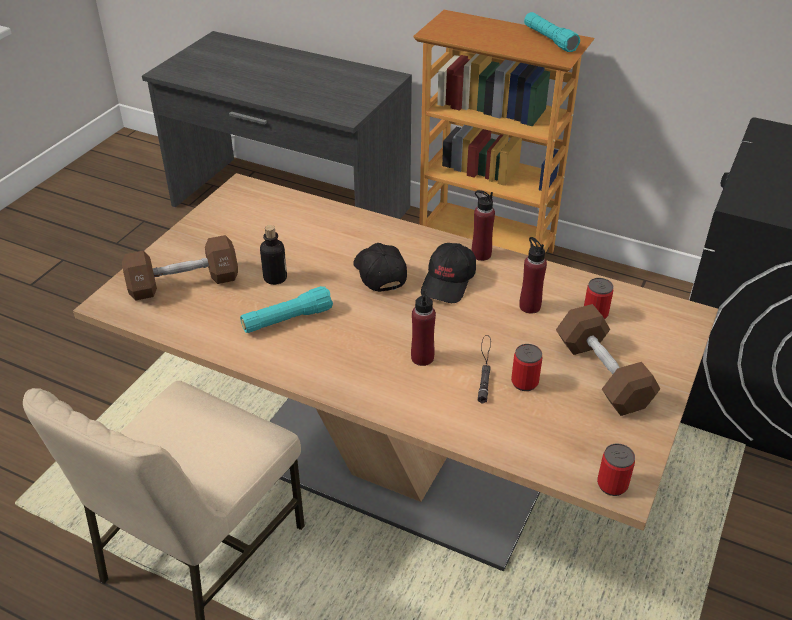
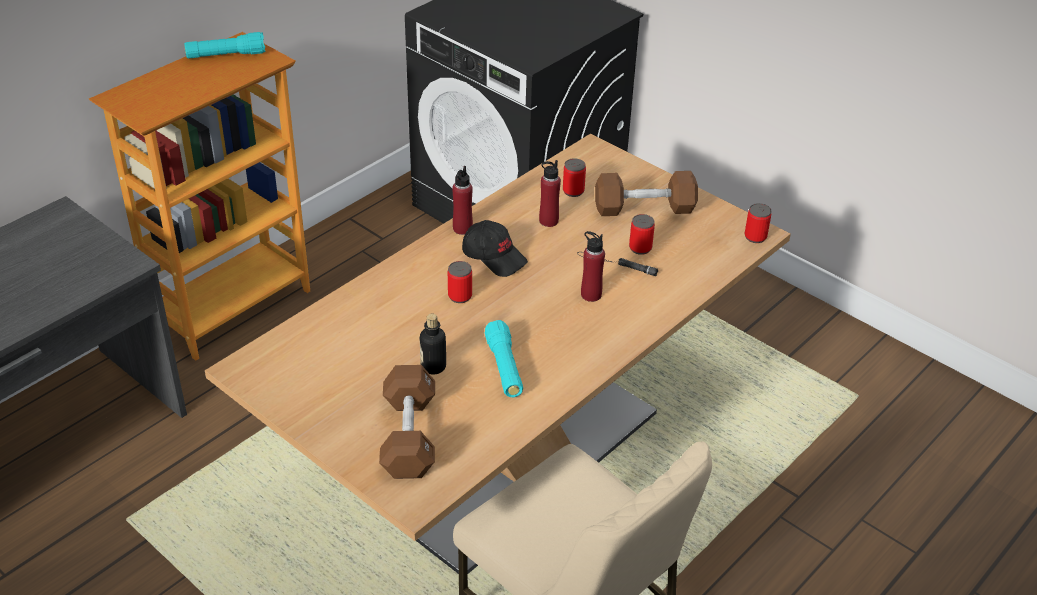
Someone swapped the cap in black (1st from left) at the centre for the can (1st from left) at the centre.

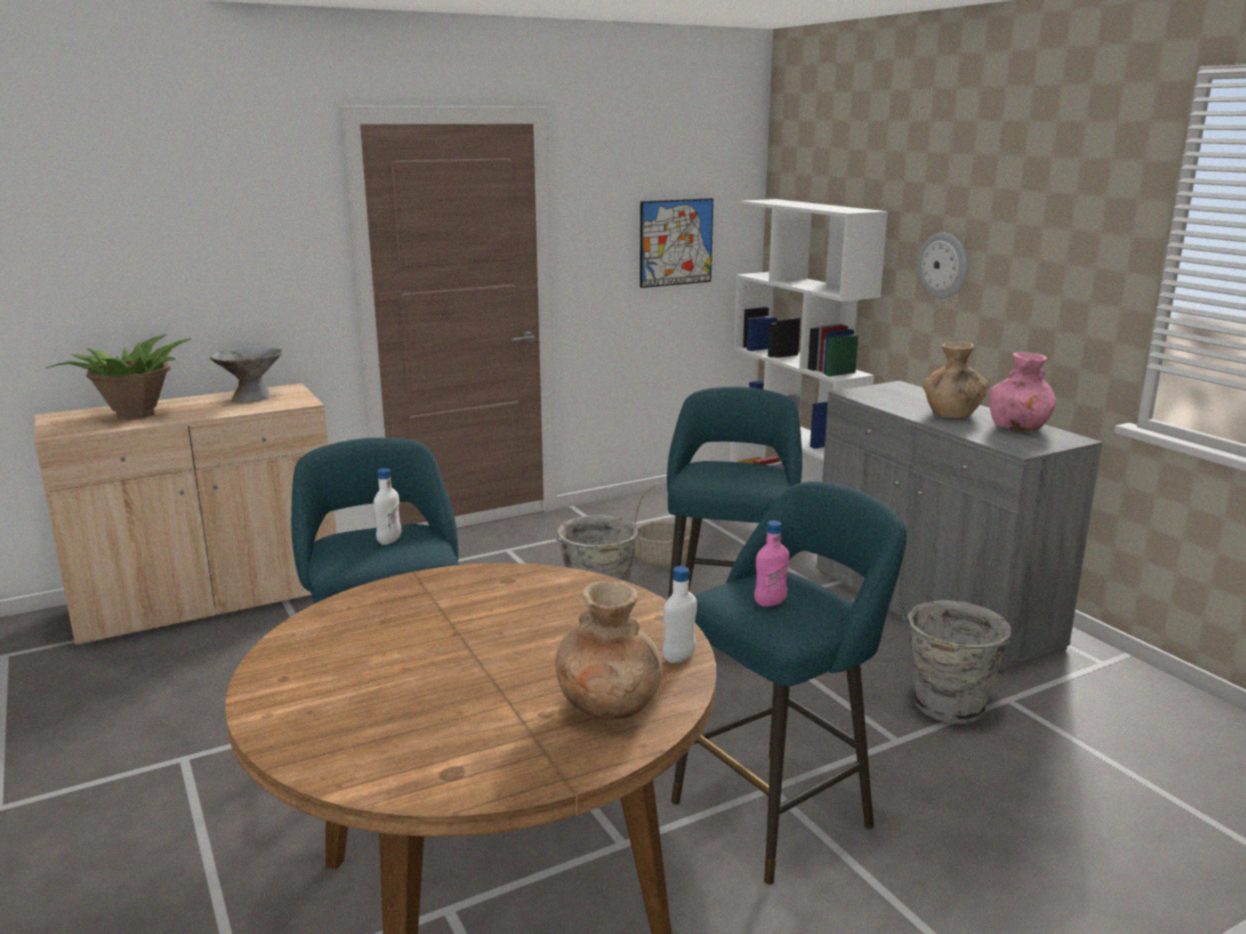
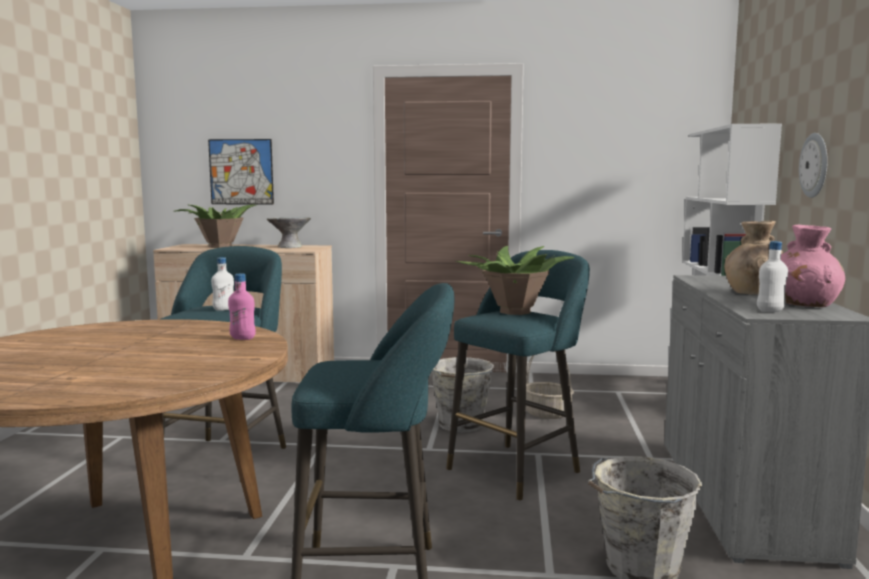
Someone carried the picture from the top centre to the top left.
Someone carried the bottle in pink from the centre to the middle left.
Someone put down the potted plant (2nd from left) at the centre.
Someone carried the bottle in white (2nd from left) from the centre to the middle right.
Someone took away the vase in brown (1st from left) at the bottom centre.

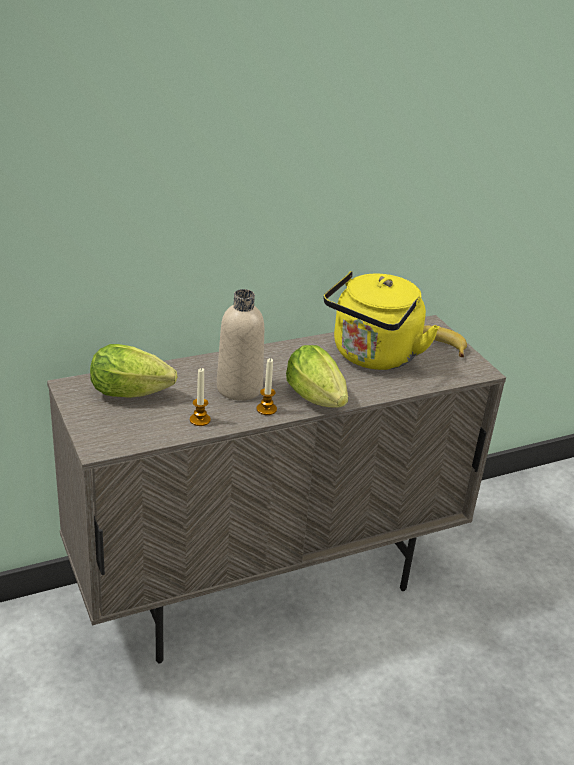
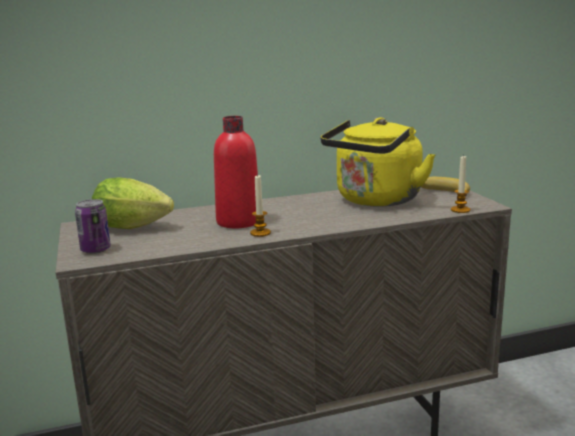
Someone put down the can at the middle left.
Someone repainted the bottle in beige at the centre, which became the bottle in red at the centre.
Someone carried the candle (1st from left in the first image) from the centre to the middle right.
Someone took away the lettuce (2nd from left) at the centre.

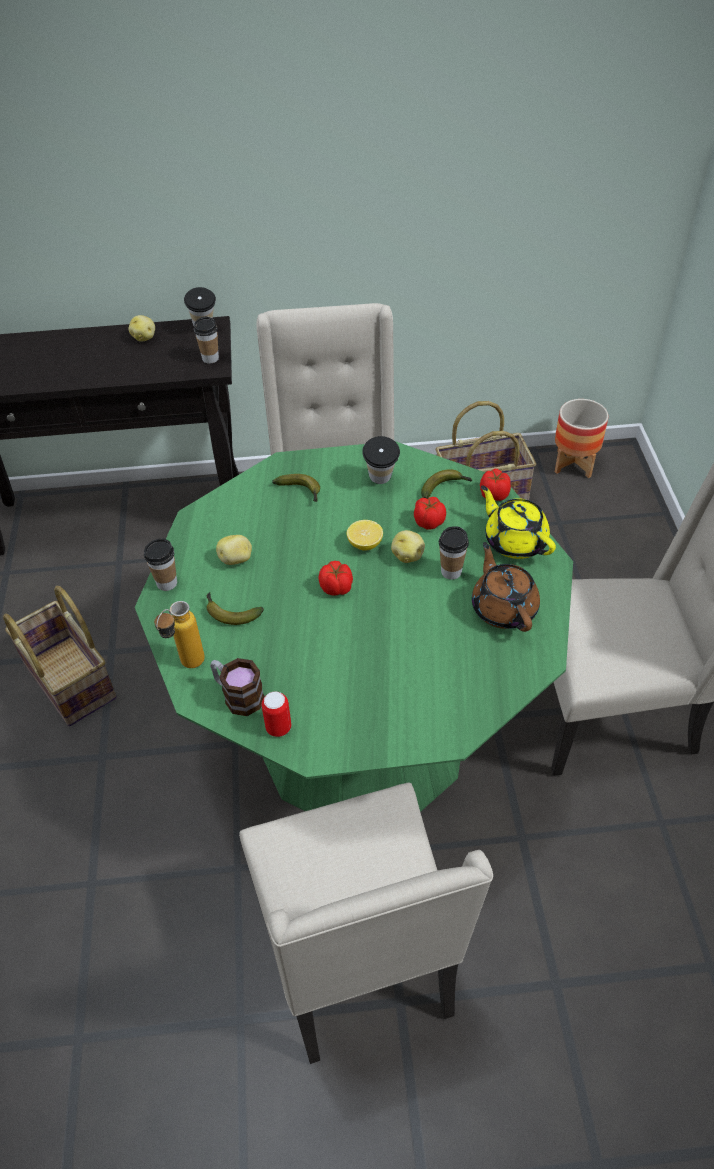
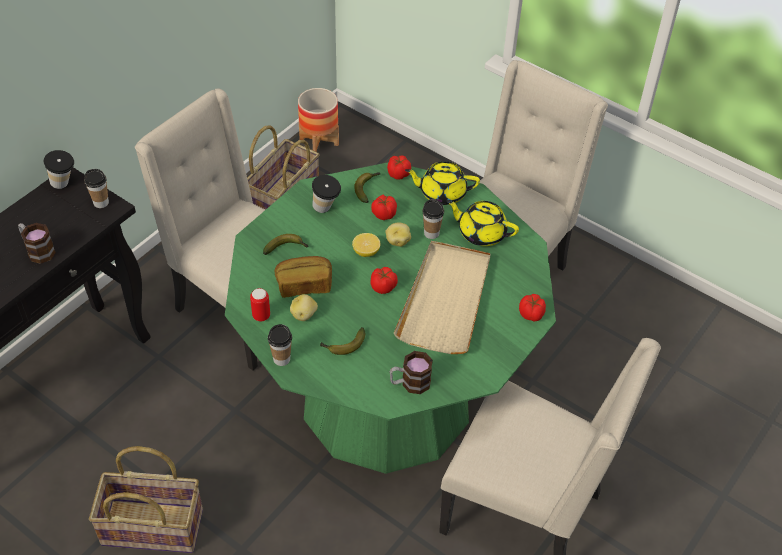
Someone put down the mug (1st from left) at the middle left.
Someone carried the can from the centre to the middle left.
Someone put down the bread at the centre.
Someone put down the tray in beige at the centre.
Someone repainted the teapot in brown at the middle right, which became the teapot in yellow (2nd from left) at the centre.
Someone put down the tomato (4th from left) at the middle right.
Someone took away the potato (1st from left) at the top left.
Someone took away the bottle at the middle left.

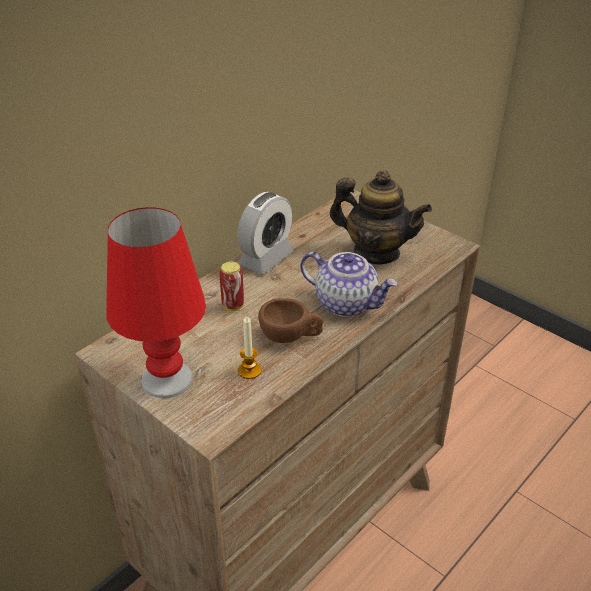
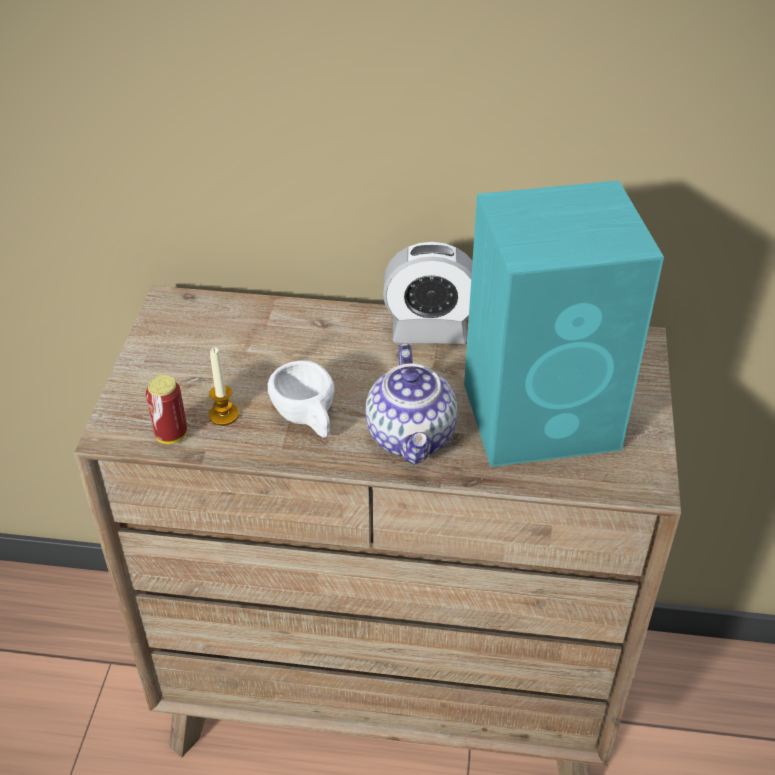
Someone carried the can from the centre to the middle left.
Someone repainted the cup in brown at the centre, which became the cup in white at the centre.
Someone swapped the teapot (2nd from left) at the centre for the speaker in turquoise at the middle right.
Someone took away the table lamp in red at the middle left.

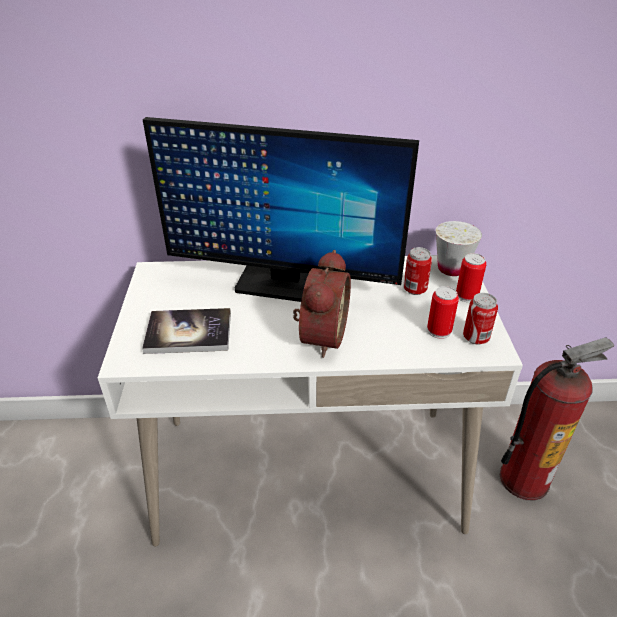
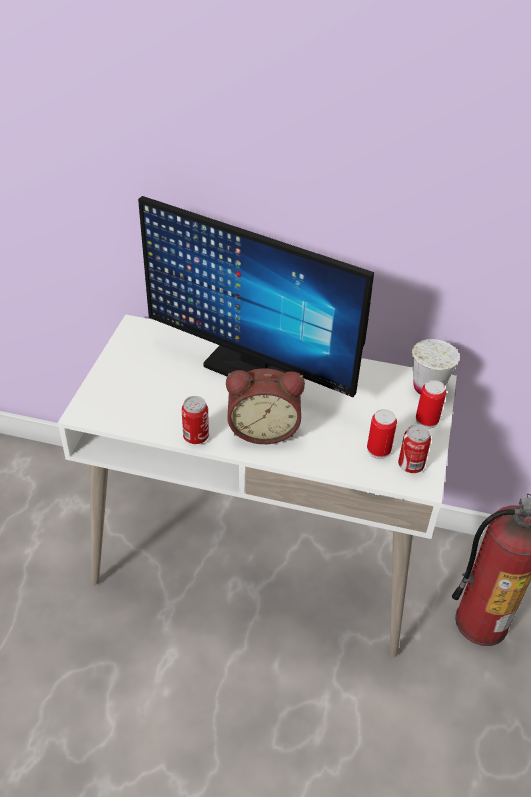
Someone carried the can (1st from left) from the middle right to the centre.
Someone rotated the alarm clock at the centre by 60 degrees clockwise.
Someone took away the book at the middle left.

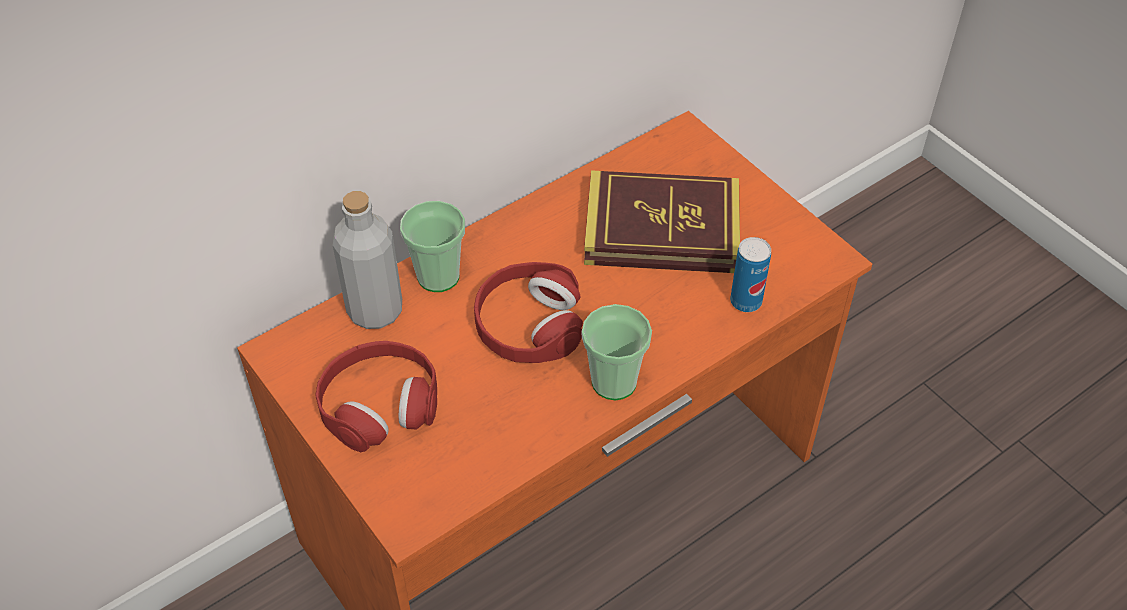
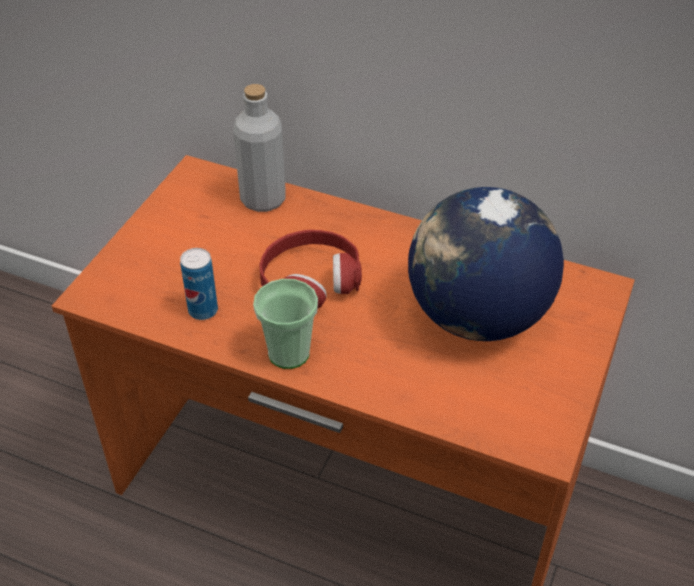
Someone carried the can from the centre to the middle left.
Someone swapped the book at the centre for the globe at the middle right.
Someone took away the headphones in red (1st from left) at the centre.
Someone took away the cup (1st from left) at the centre.

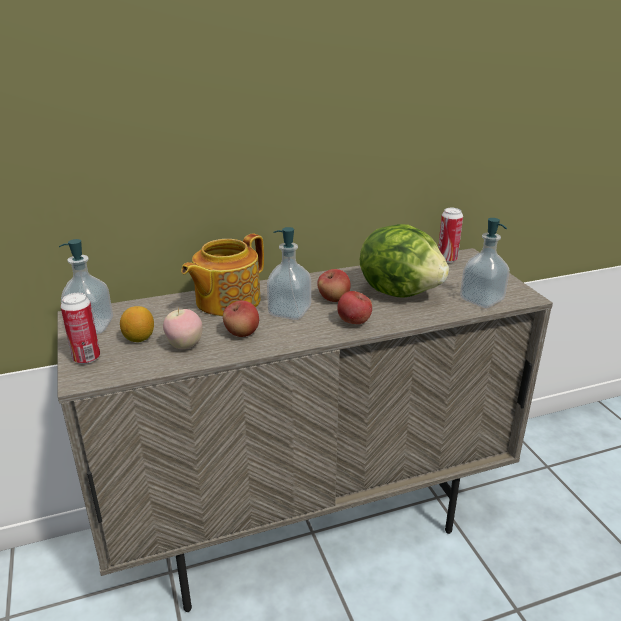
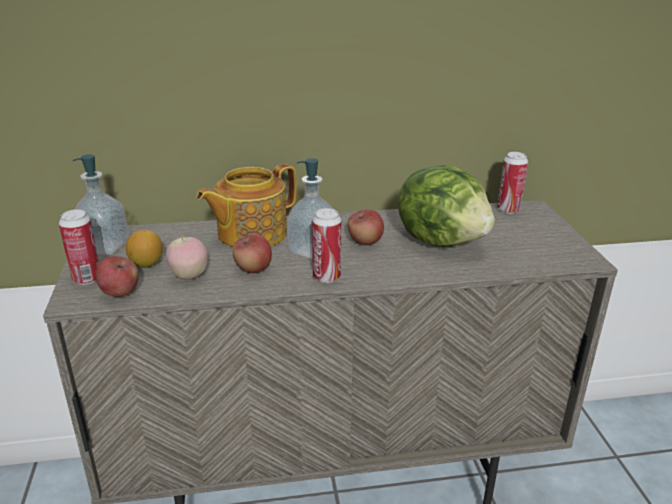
Someone carried the apple (4th from left in the first image) from the centre to the middle left.
Someone put down the can (2nd from left) at the centre.
Someone took away the soap dispenser (3rd from left) at the middle right.

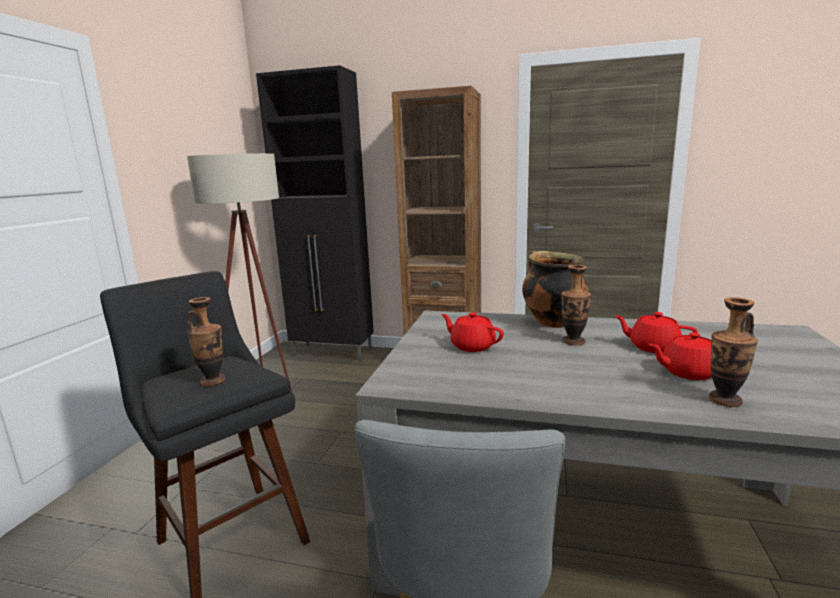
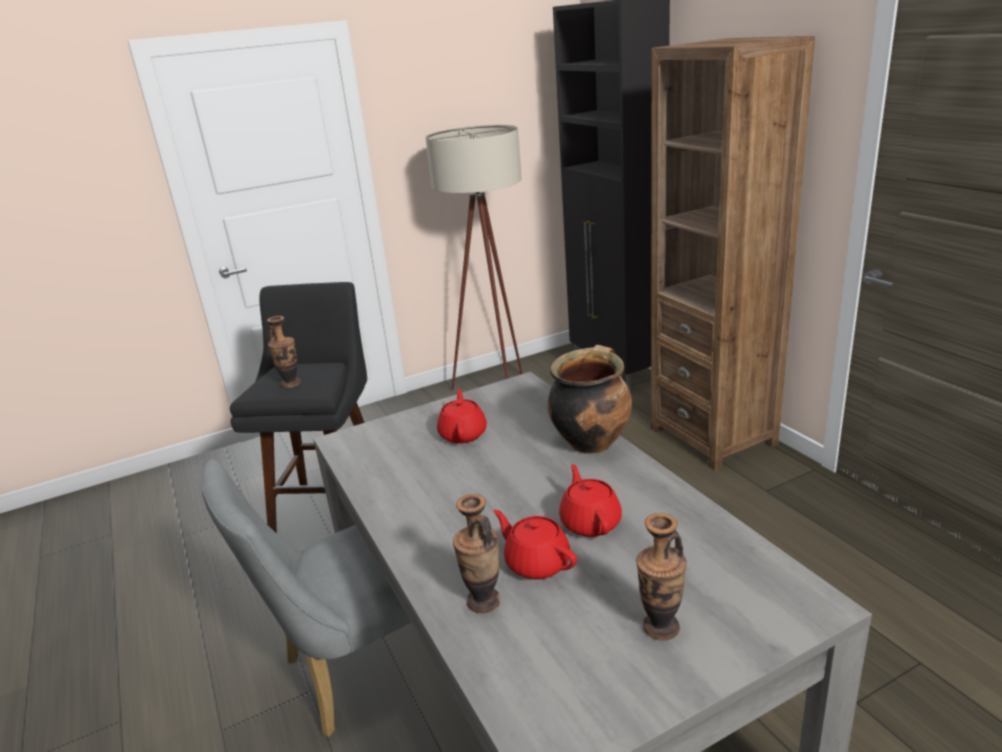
Someone carried the vase (2nd from left in the first image) from the middle right to the bottom centre.

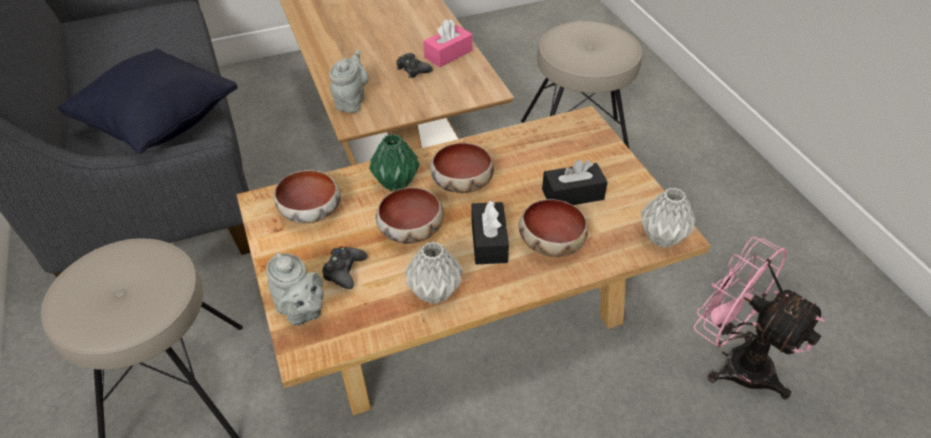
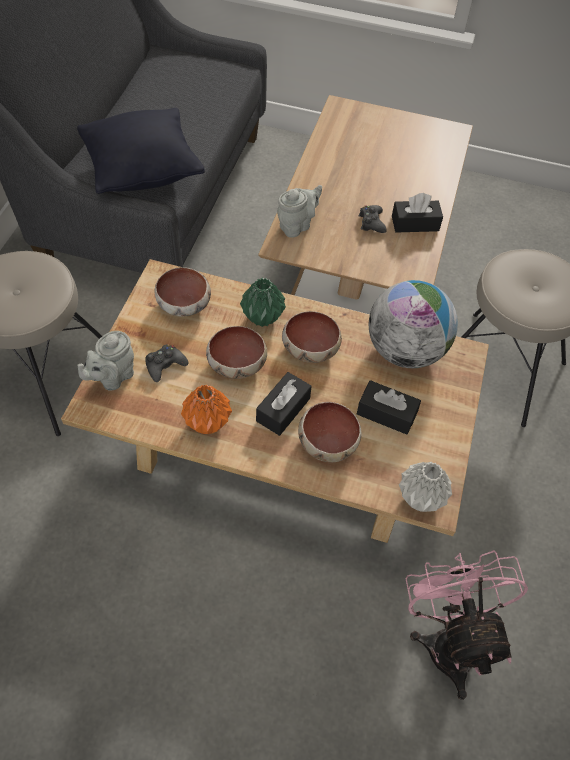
Someone rotated the teapot in grey (1st from left) at the middle left by 45 degrees clockwise.
Someone repainted the vase in grey (1st from left) at the centre, which became the vase in orange at the centre.
Someone put down the globe at the middle right.
Someone repainted the tissue box in pink at the top centre, which became the tissue box in black (3rd from left) at the top right.

